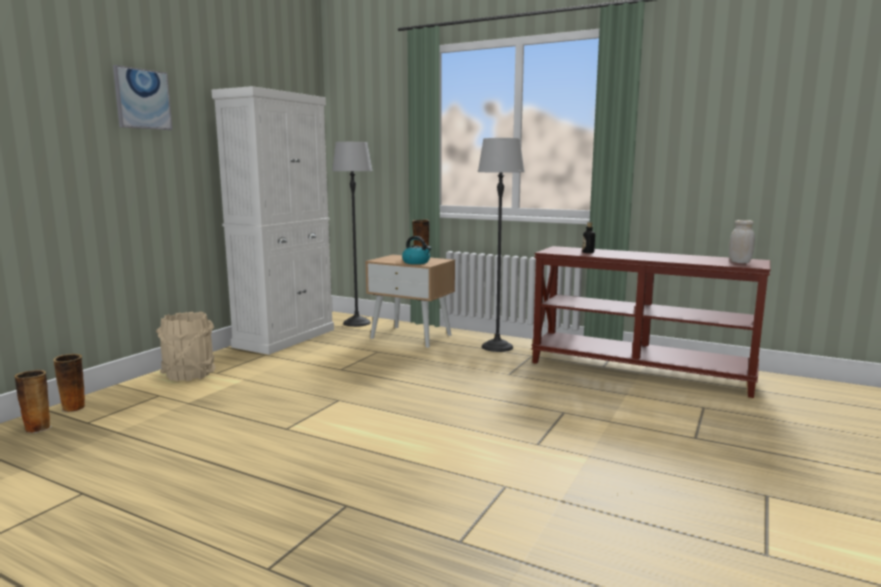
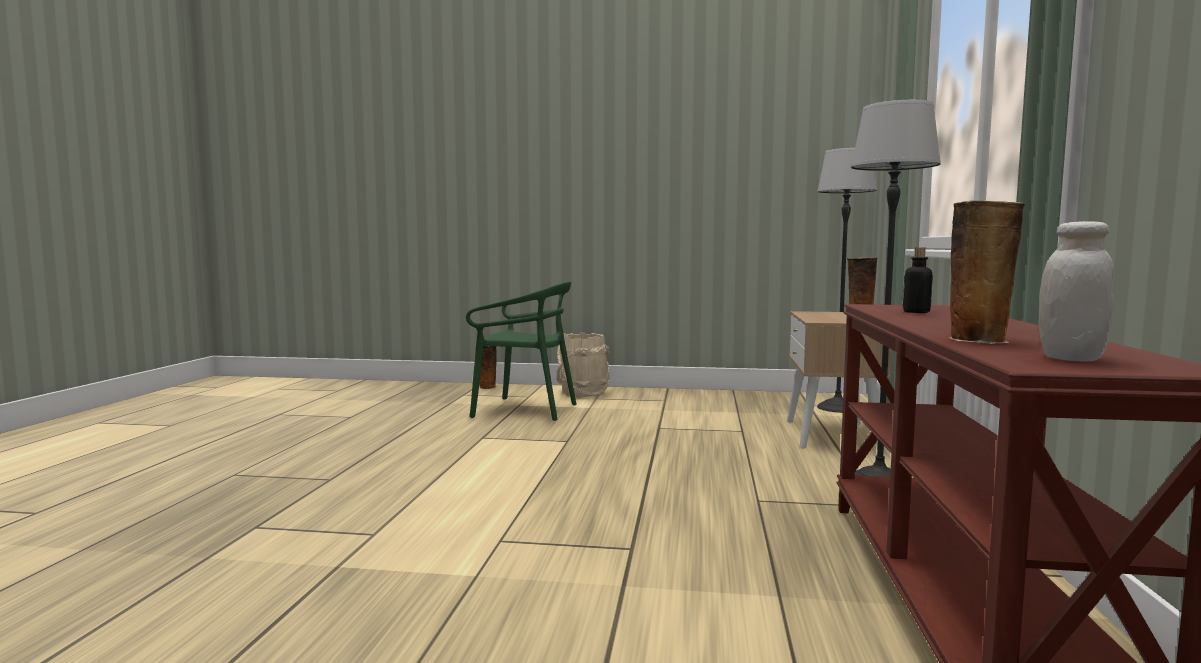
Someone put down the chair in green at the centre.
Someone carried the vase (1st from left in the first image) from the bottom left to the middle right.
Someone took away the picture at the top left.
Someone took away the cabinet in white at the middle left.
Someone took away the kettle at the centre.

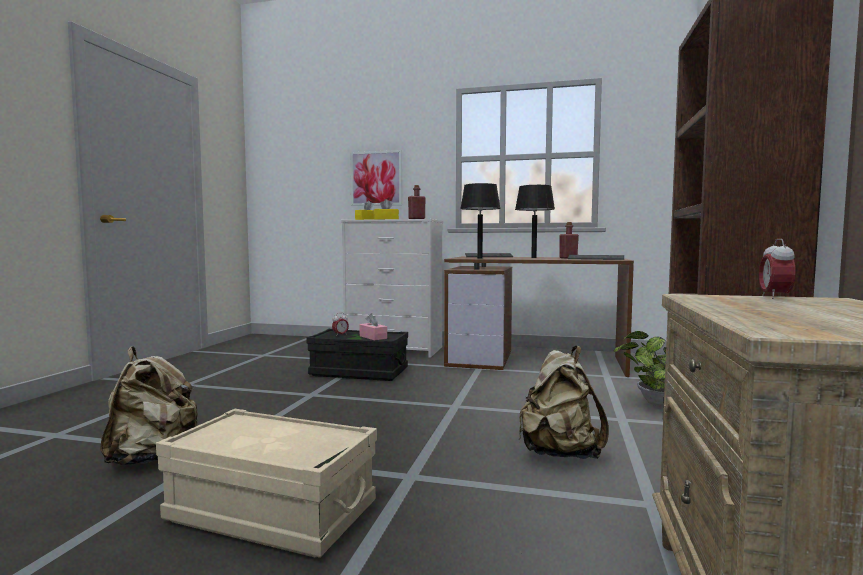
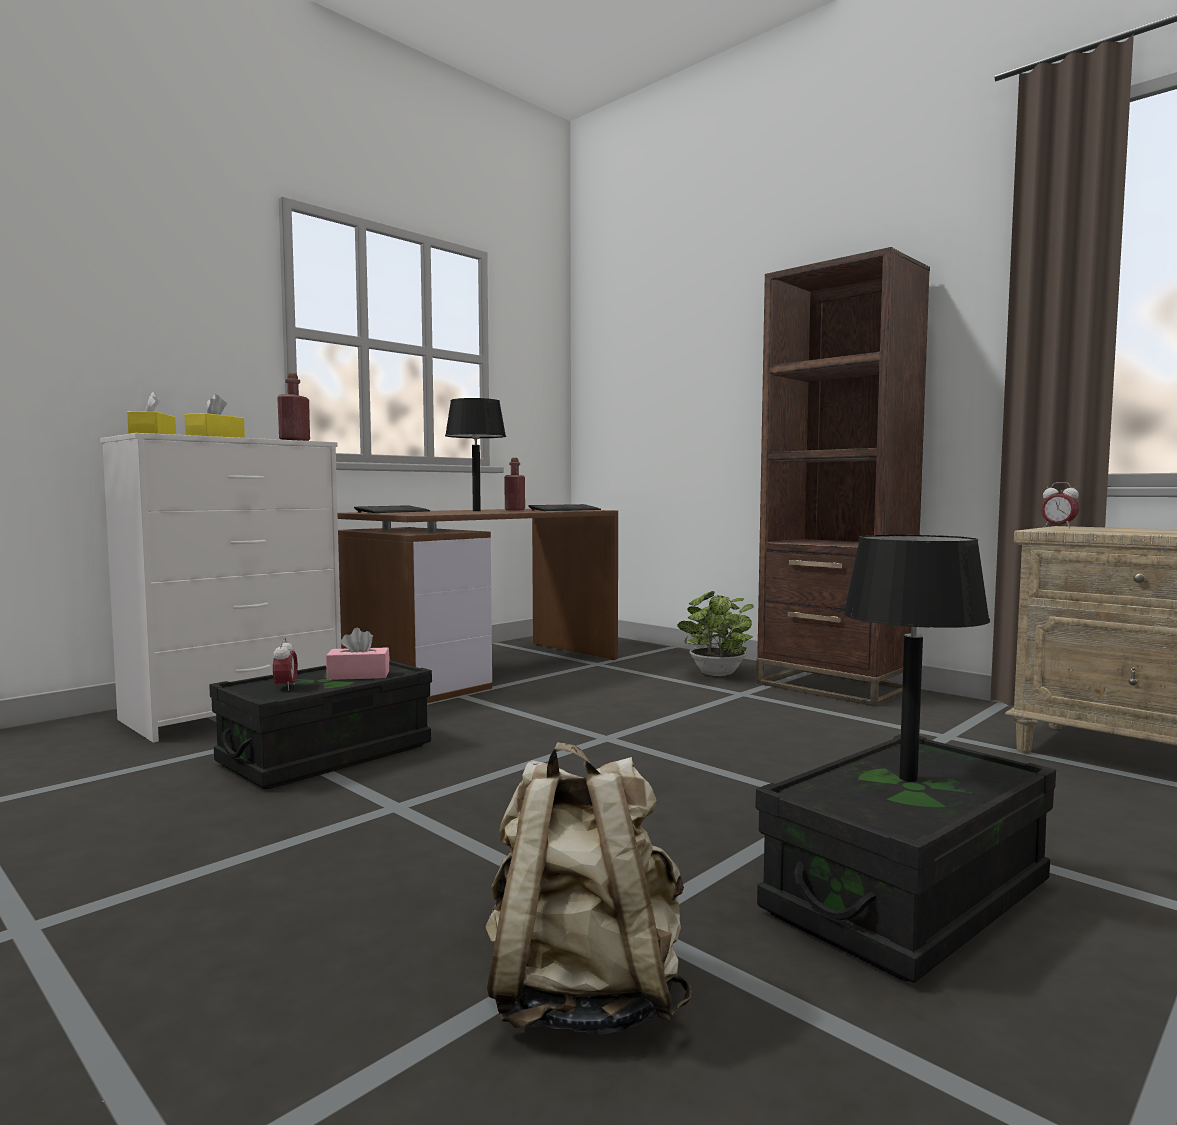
Someone repainted the storage box in beige at the bottom left, which became the storage box in black (2nd from left) at the bottom right.
Someone carried the table lamp in black (1st from left in the first image) from the centre to the middle right.
Someone took away the picture at the top centre.
Someone took away the backpack in beige (2nd from left) at the bottom centre.

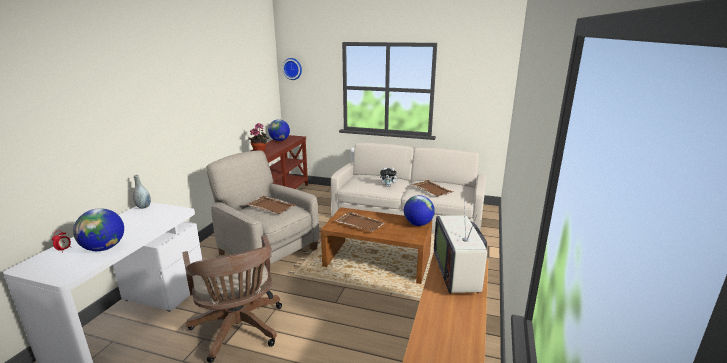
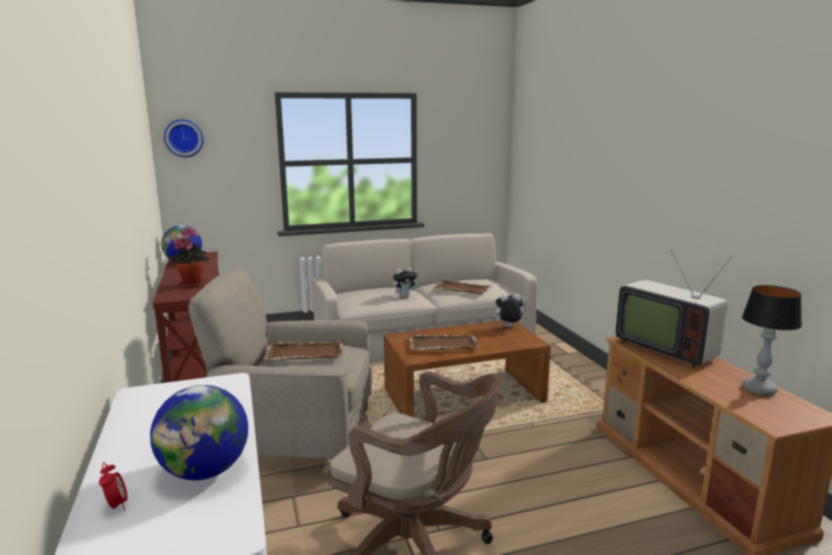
Someone swapped the globe (3rd from left) at the centre for the plush toy (2nd from left) at the centre.
Someone put down the table lamp at the middle right.
Someone took away the vase in grey at the middle left.

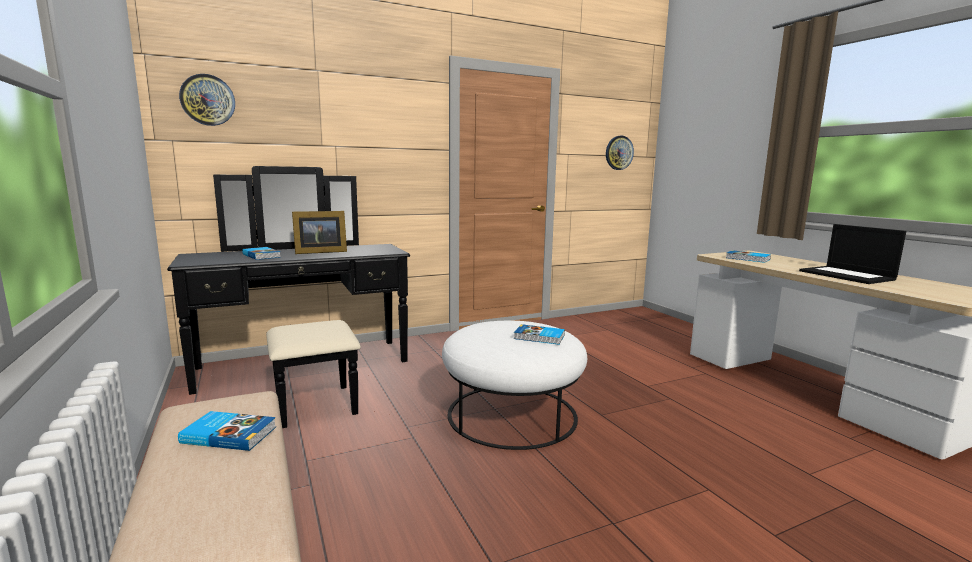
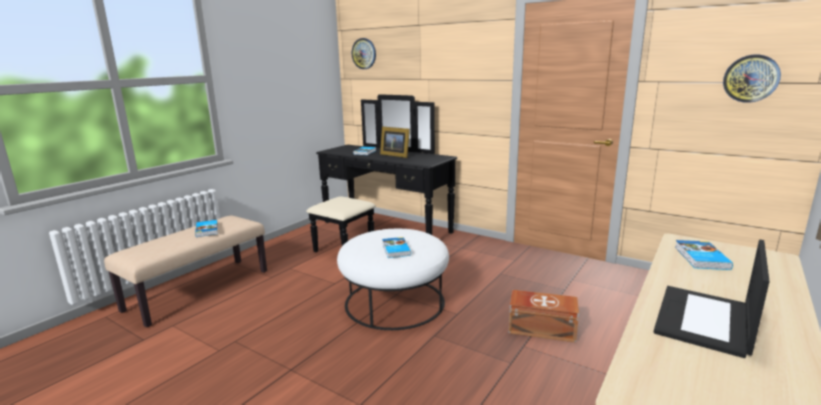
Someone put down the storage box in brown at the bottom centre.

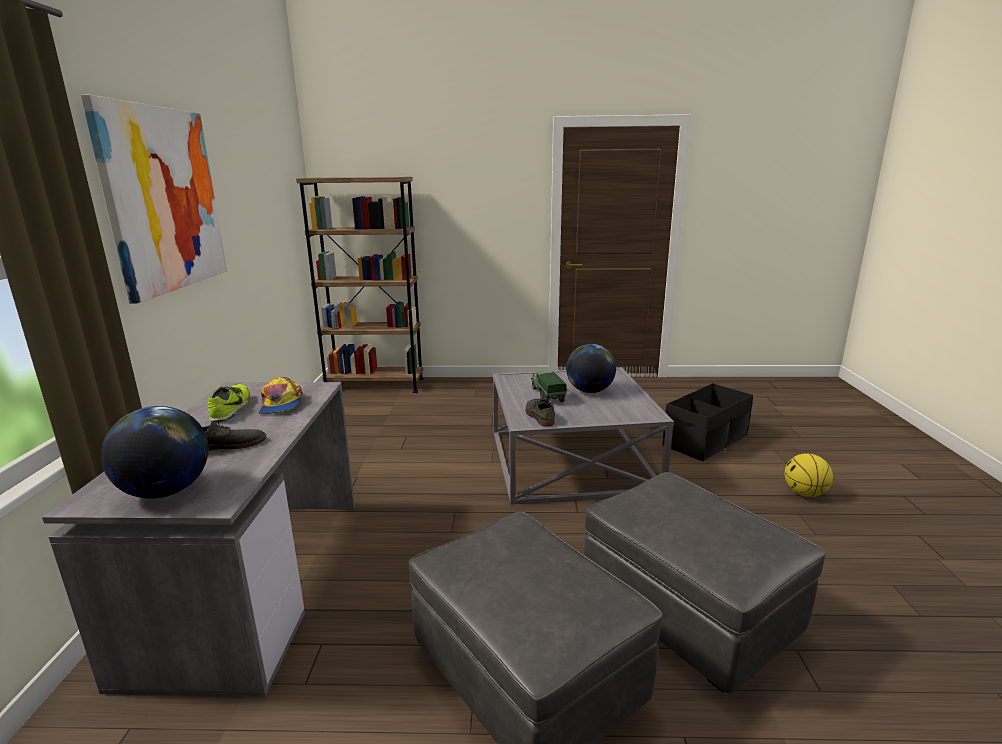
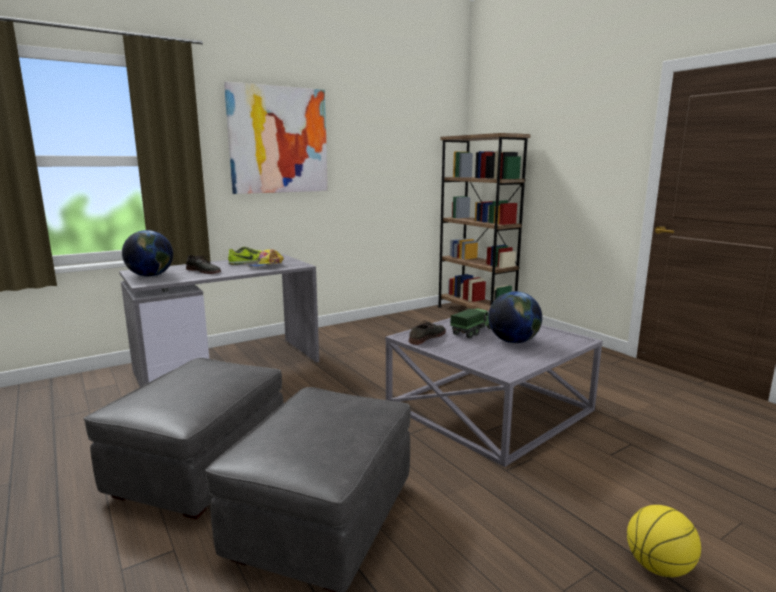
Someone took away the storage box in black at the middle right.

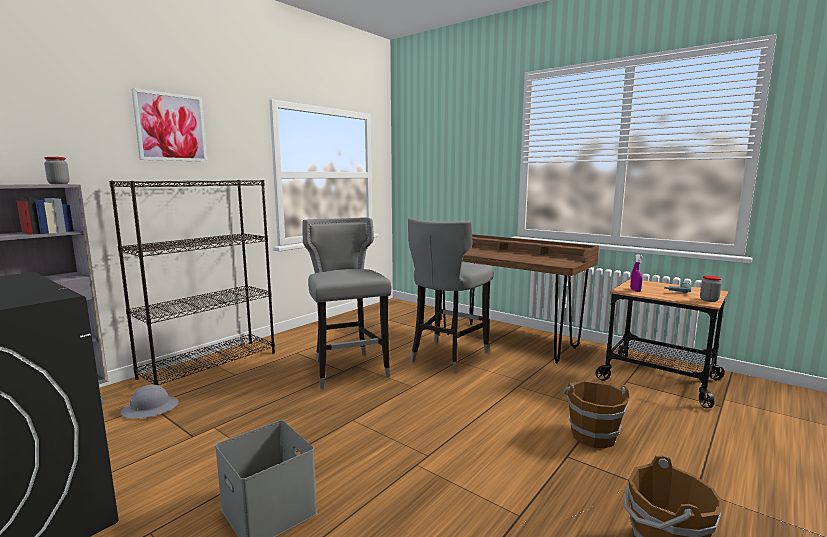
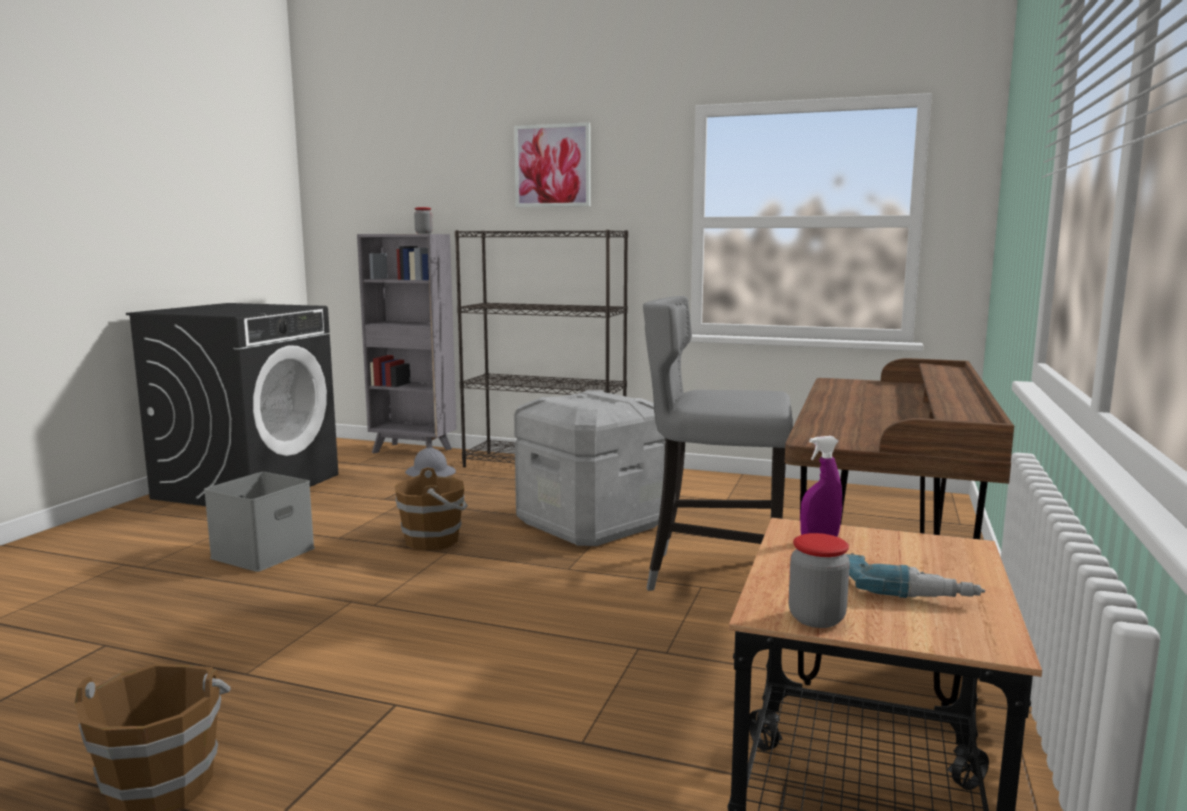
Someone carried the bucket in brown (1st from left in the first image) from the bottom right to the centre.
Someone swapped the stool in grey (1st from left) at the centre for the storage box in grey (2nd from left) at the centre.

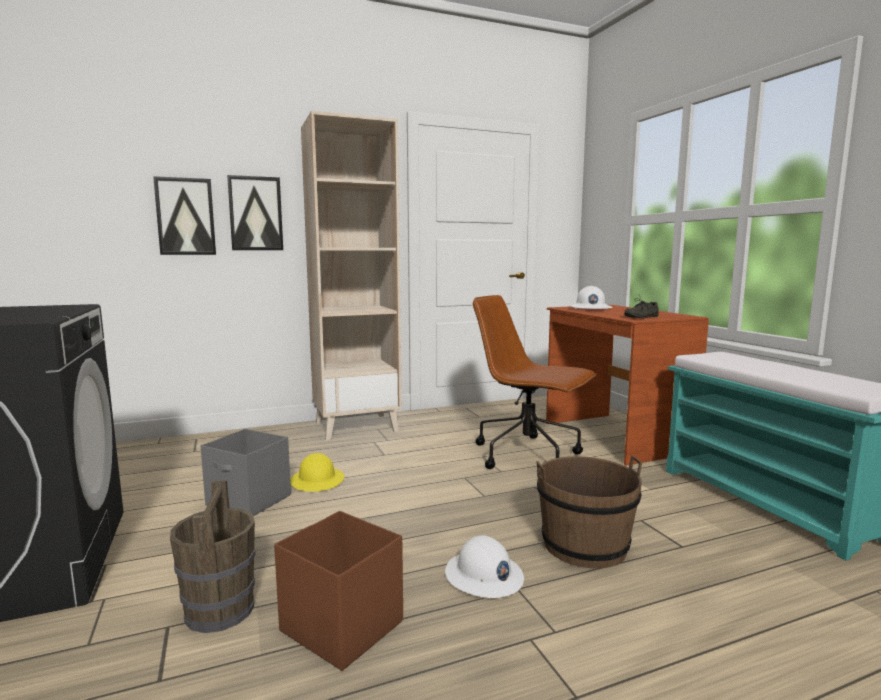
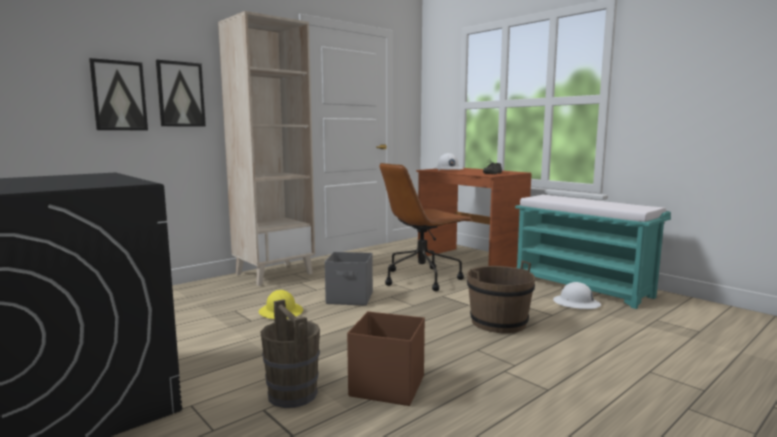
Someone carried the storage box in grey from the bottom left to the centre.
Someone rotated the office chair in brown at the centre by 45 degrees counterclockwise.
Someone carried the hard hat in white (1st from left in the first image) from the bottom centre to the bottom right.

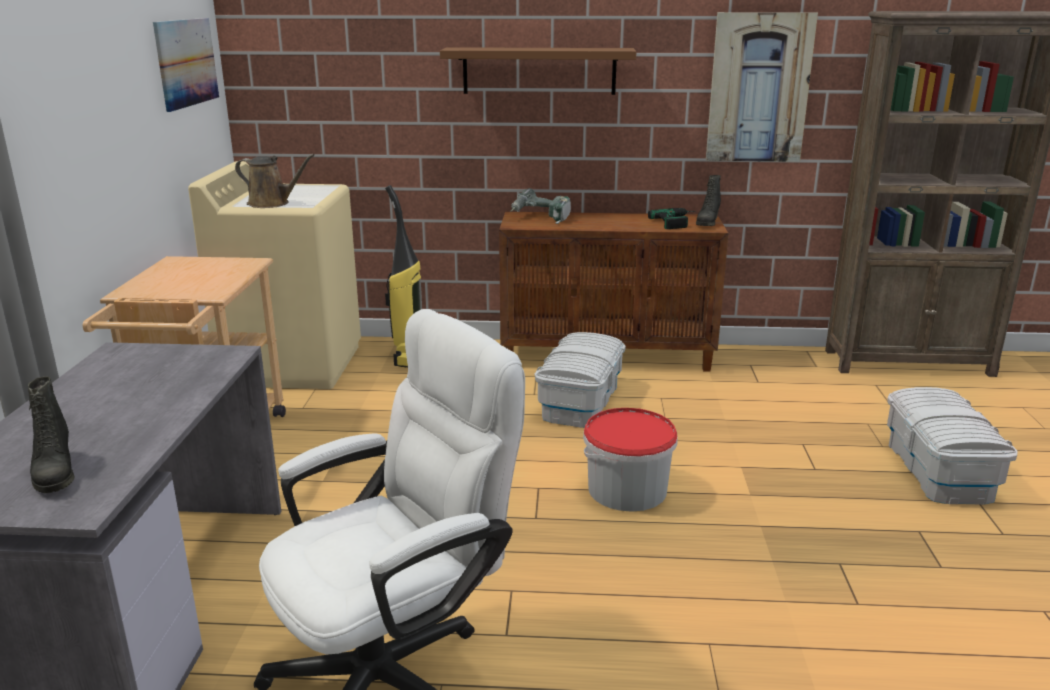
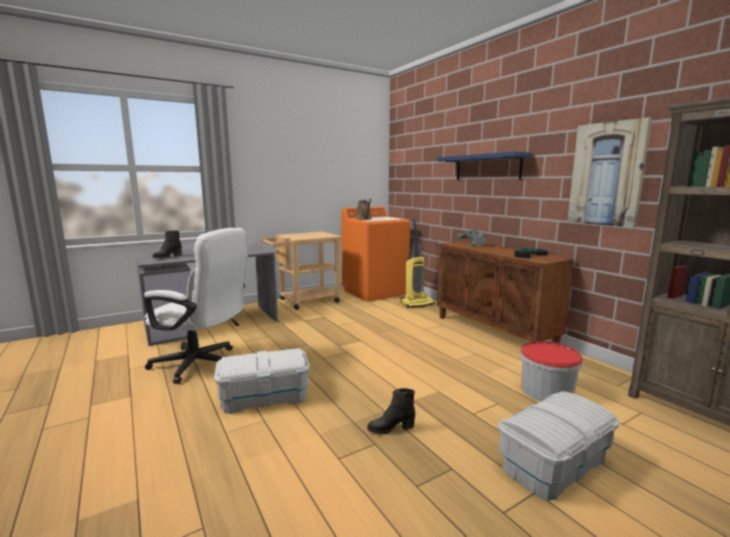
Someone carried the storage box in white (1st from left) from the centre to the bottom centre.
Someone repainted the washing machine in beige at the middle left, which became the washing machine in orange at the centre.
Someone carried the boot in black (2nd from left) from the top right to the bottom centre.
Someone repainted the shelf in brown at the top centre, which became the shelf in blue at the top centre.
Someone carried the bucket from the bottom centre to the bottom right.
Someone took away the picture (1st from left) at the top left.

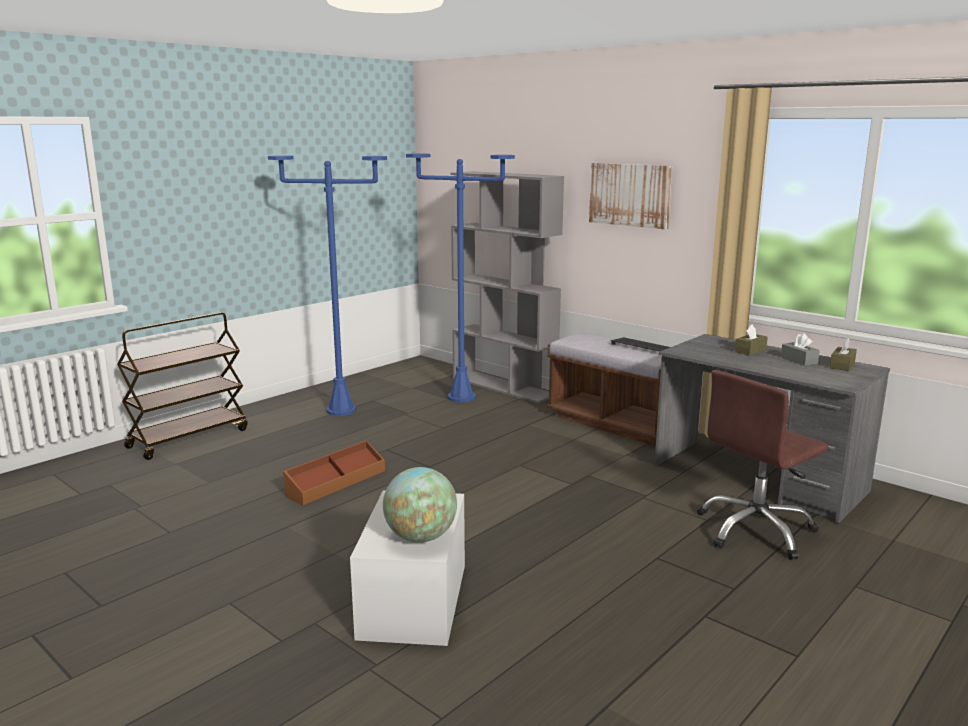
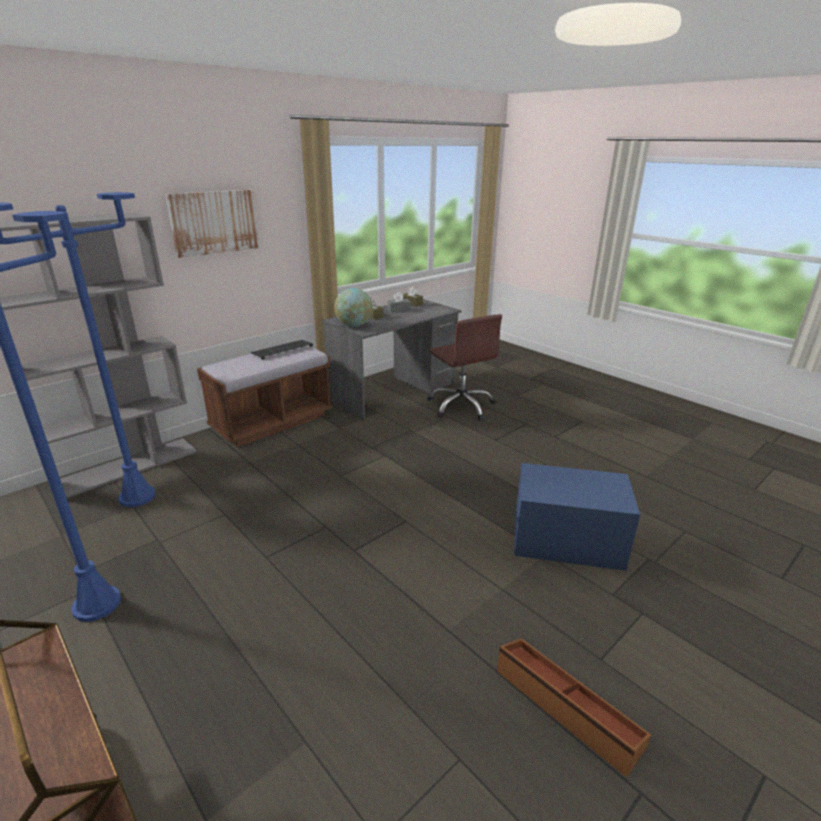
Someone carried the globe from the bottom centre to the centre.
Someone carried the storage box in brown from the centre to the bottom right.
Someone repainted the storage box in white at the bottom centre, which became the storage box in blue at the middle right.

